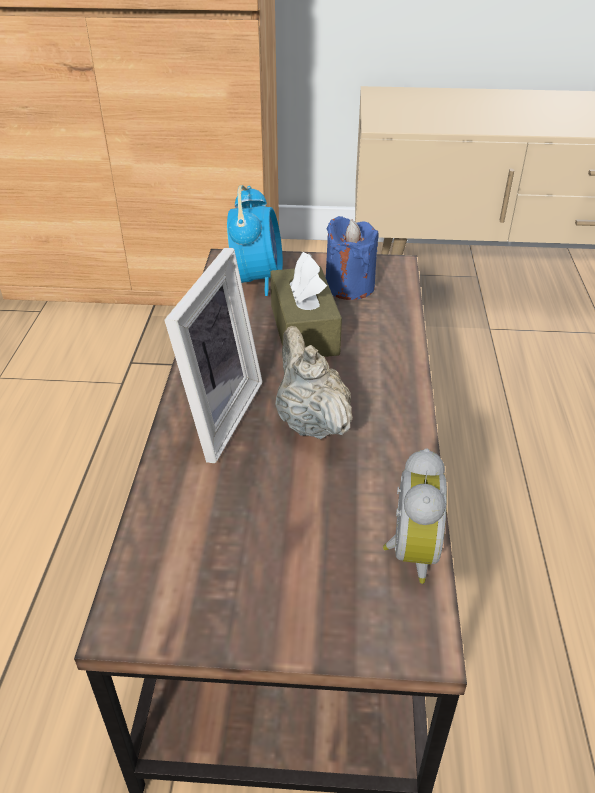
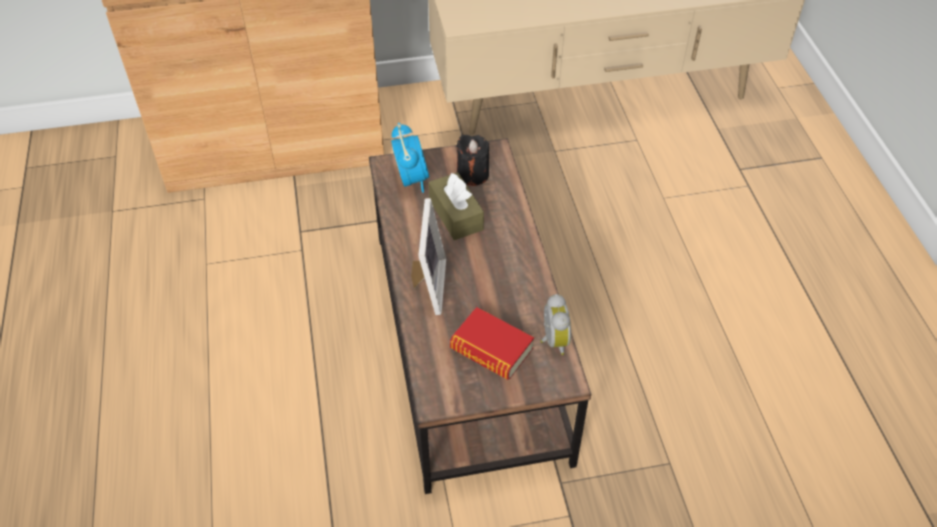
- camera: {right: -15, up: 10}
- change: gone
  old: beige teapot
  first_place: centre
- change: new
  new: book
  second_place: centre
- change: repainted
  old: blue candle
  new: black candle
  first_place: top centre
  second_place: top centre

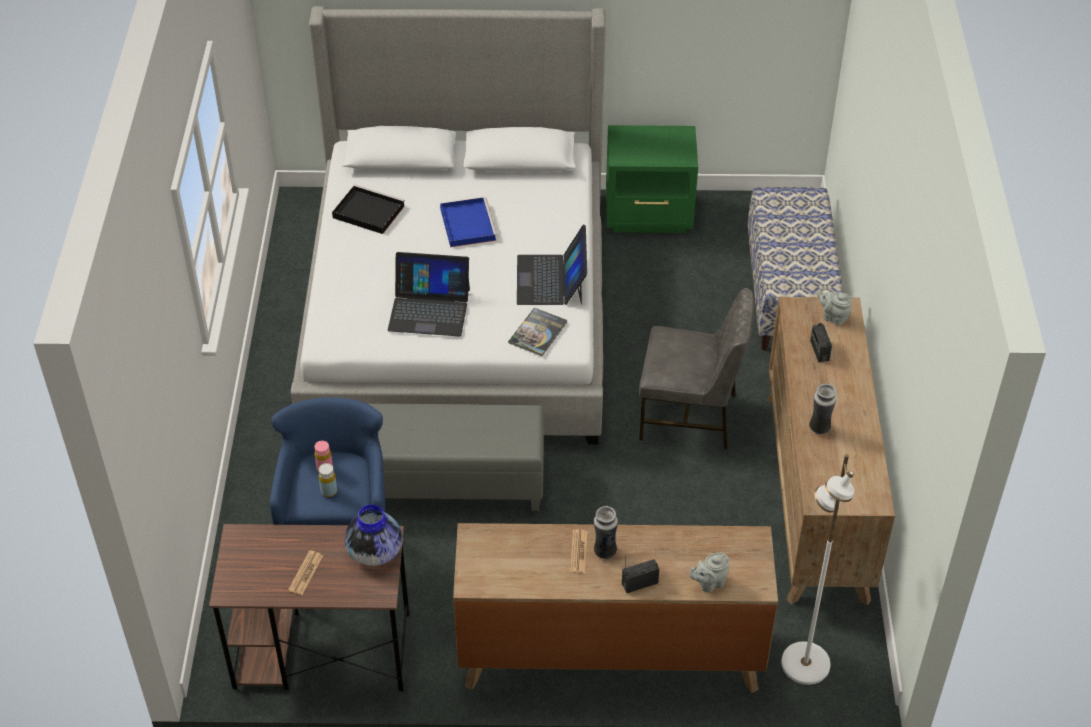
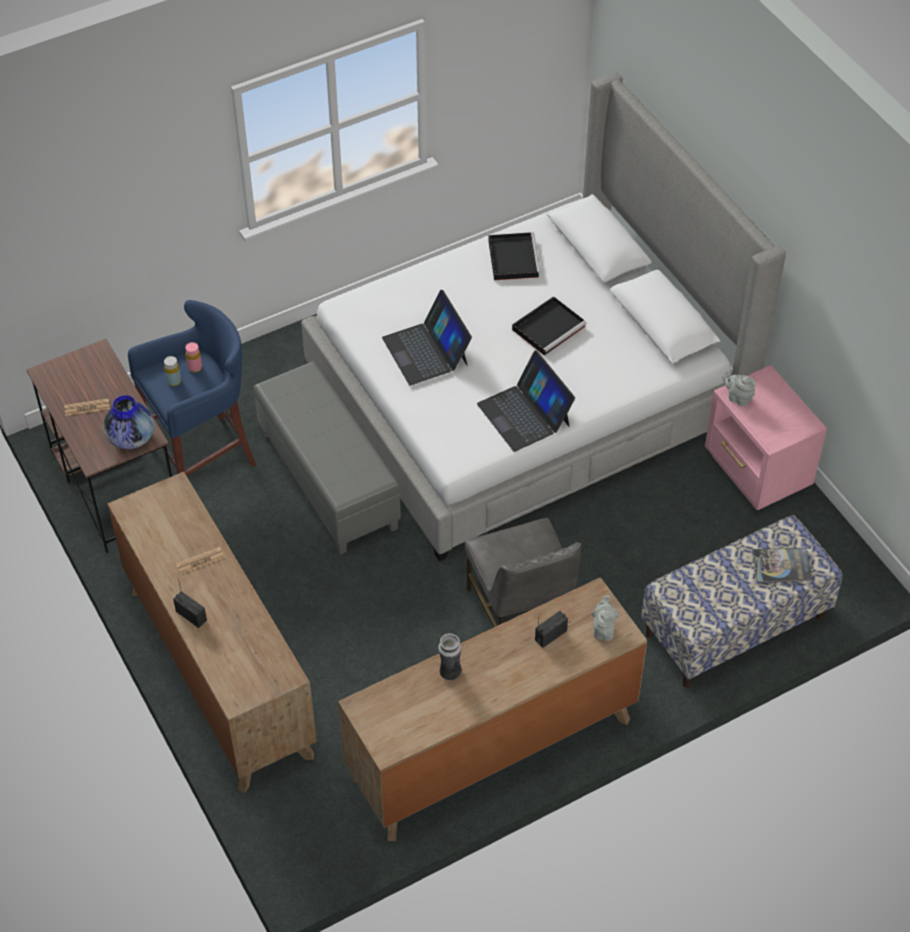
- camera: {right: 60, up: 5}
- change: gone
  old: vase (no. 2 from left)
  first_place: bottom centre
- change: gone
  old: white floor lamp
  first_place: bottom right
- change: shifted
  old: book
  first_place: centre
  second_place: middle right
- change: shifted
  old: grey teapot (no. 1 from left in the first image)
  new: grey teapot (no. 2 from left)
  first_place: bottom centre
  second_place: middle right
- change: repainted
  old: blue tray
  new: black tray (no. 2 from left)
  first_place: top centre
  second_place: centre
- change: repainted
  old: green nightstand
  new: pink nightstand
  first_place: top centre
  second_place: middle right
- change: rotated
  old: laptop (no. 2 from left)
  first_place: centre
  second_place: centre
  degrees: -90

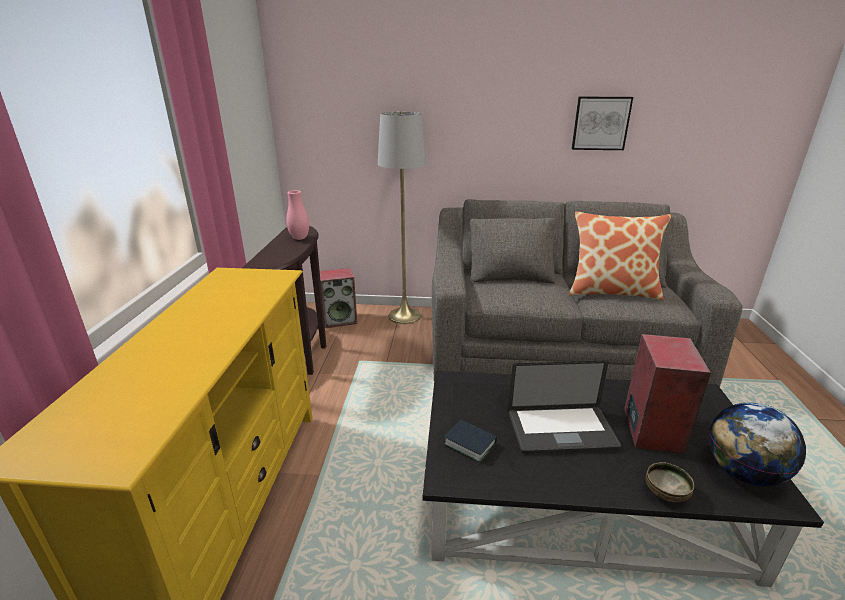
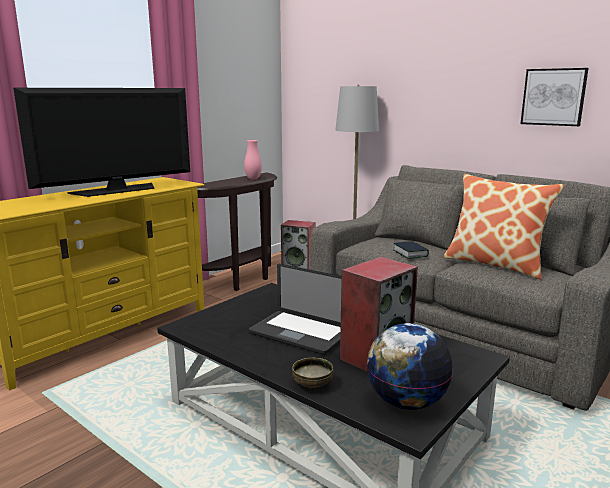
- camera: {right: 35, up: -10}
- change: new
  new: television
  second_place: top left
- change: shifted
  old: book
  first_place: bottom centre
  second_place: middle right

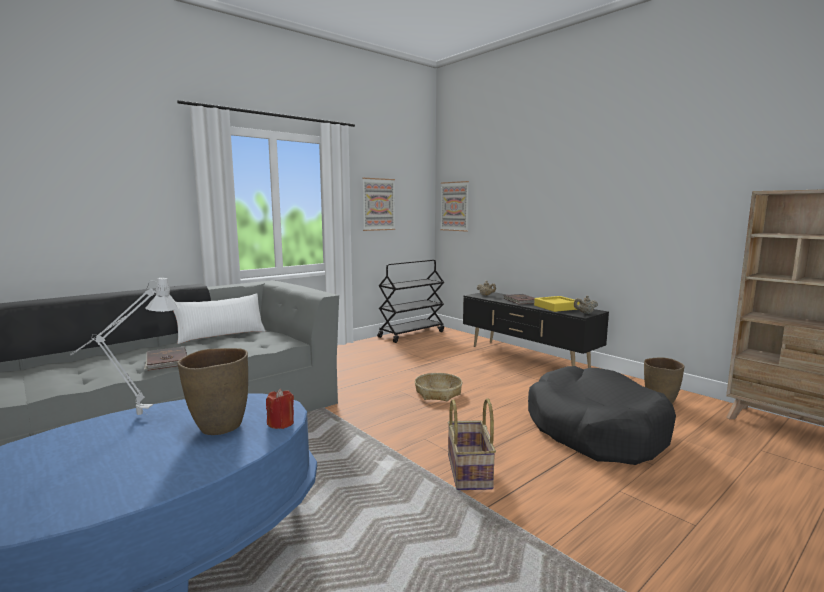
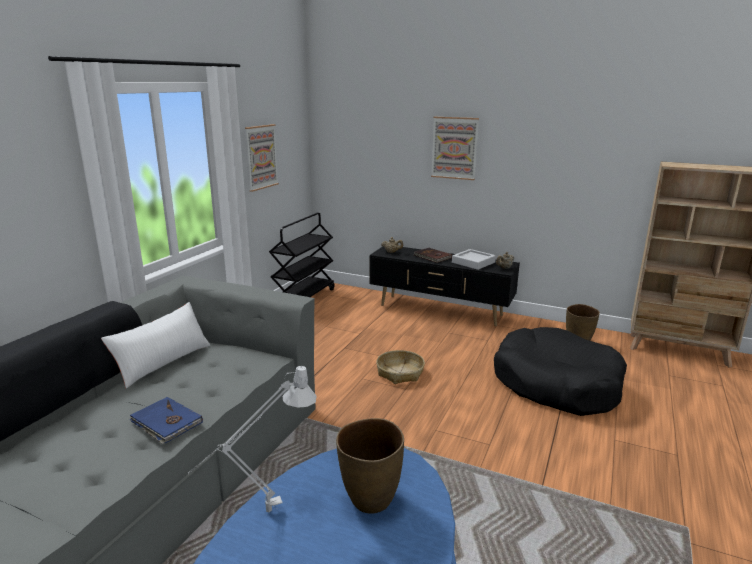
- camera: {right: -25, up: 10}
- change: gone
  old: red candle
  first_place: bottom centre
- change: gone
  old: basket (no. 2 from left)
  first_place: bottom centre
- change: shifted
  old: picture (no. 2 from left)
  first_place: centre
  second_place: top centre
- change: repainted
  old: brown book (no. 1 from left)
  new: blue book
  first_place: middle left
  second_place: bottom left
- change: repainted
  old: yellow tray
  new: grey tray
  first_place: middle right
  second_place: centre

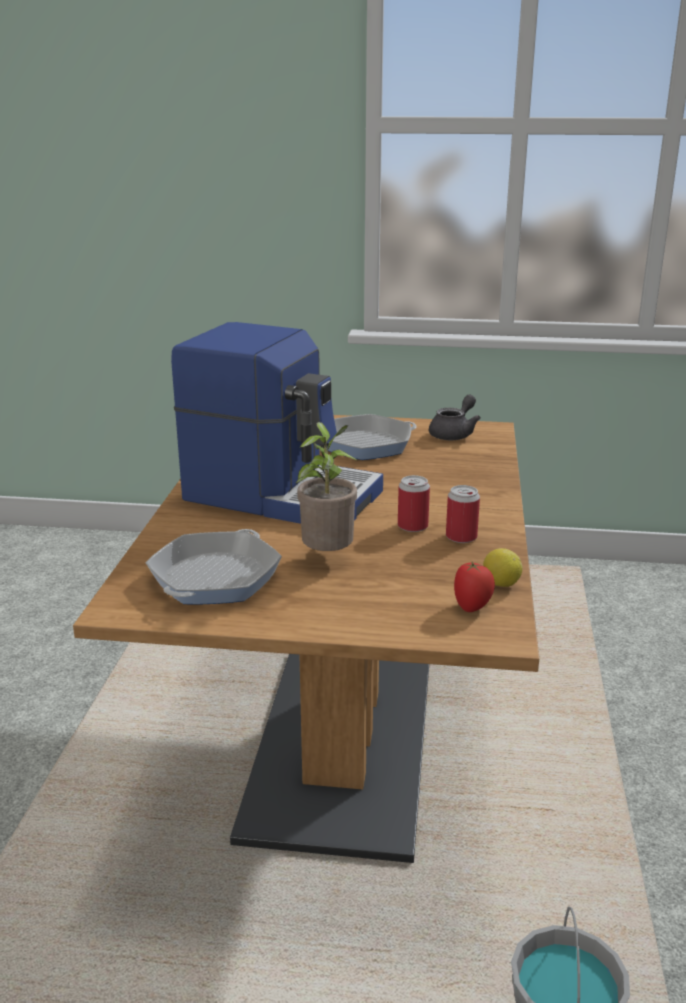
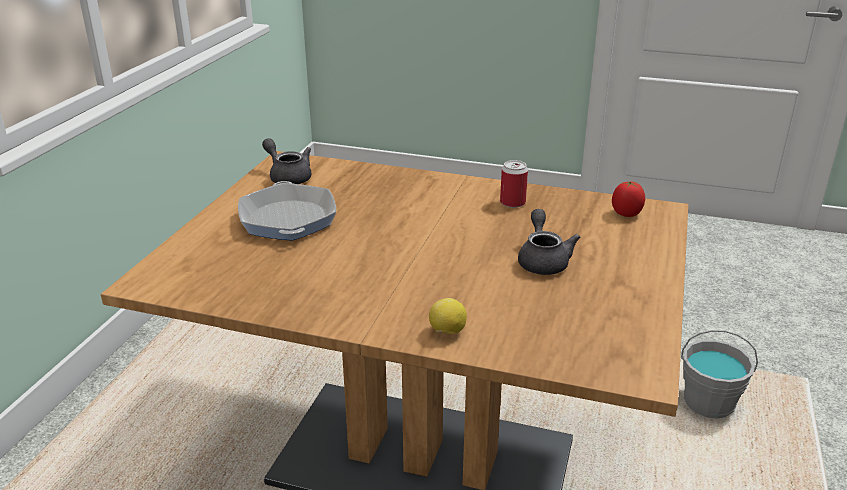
- camera: {right: -80, up: 5}
- change: gone
  old: frying pan (no. 1 from left)
  first_place: middle left
- change: gone
  old: coffee machine
  first_place: centre
- change: gone
  old: can (no. 1 from left)
  first_place: centre
- change: shifted
  old: lemon
  first_place: middle right
  second_place: centre
- change: swapped
  old: potted plant
  new: grey teapot (no. 2 from left)
  first_place: centre
  second_place: centre

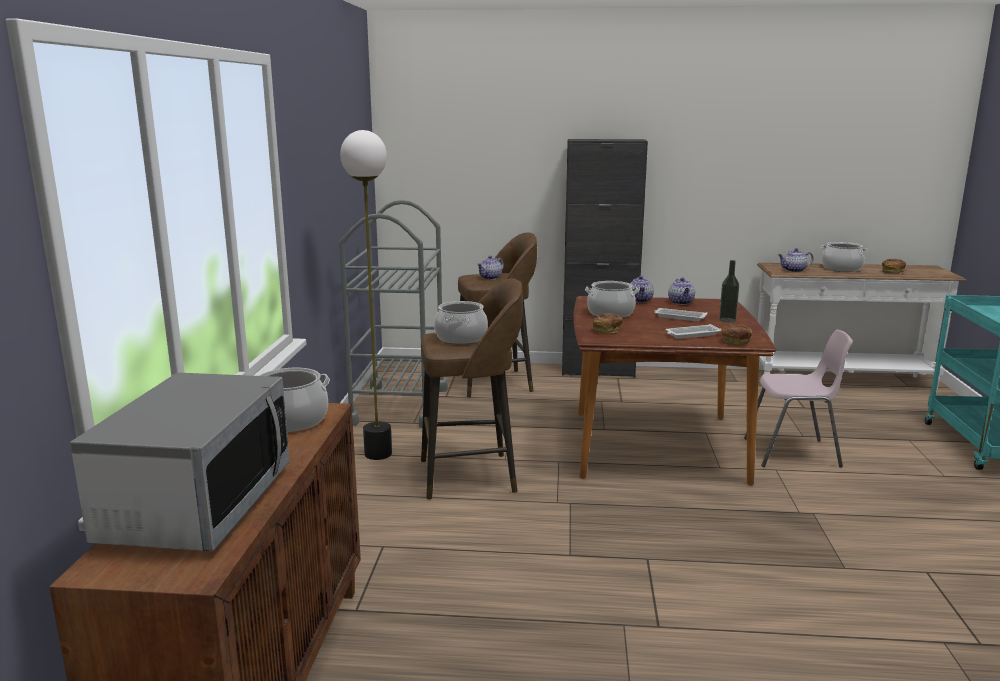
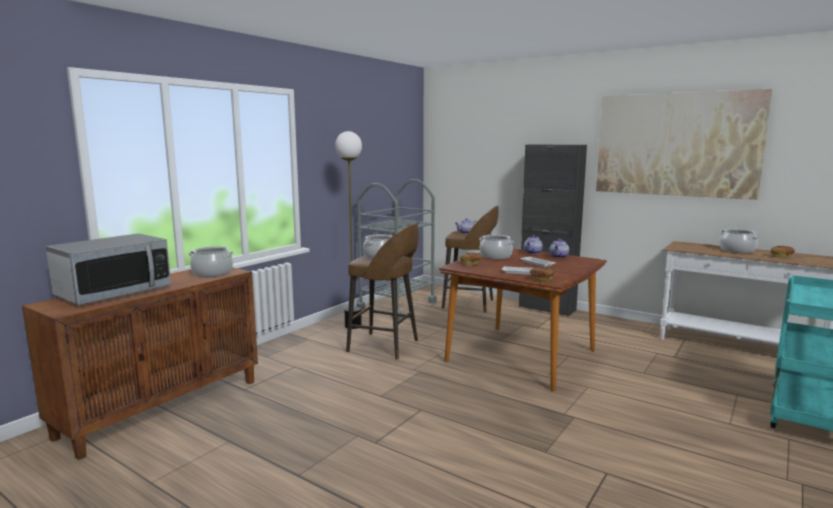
- camera: {right: 30, up: -5}
- change: gone
  old: bottle
  first_place: middle right
- change: gone
  old: pink chair
  first_place: middle right
- change: gone
  old: teapot (no. 4 from left)
  first_place: middle right
- change: new
  new: picture
  second_place: top right

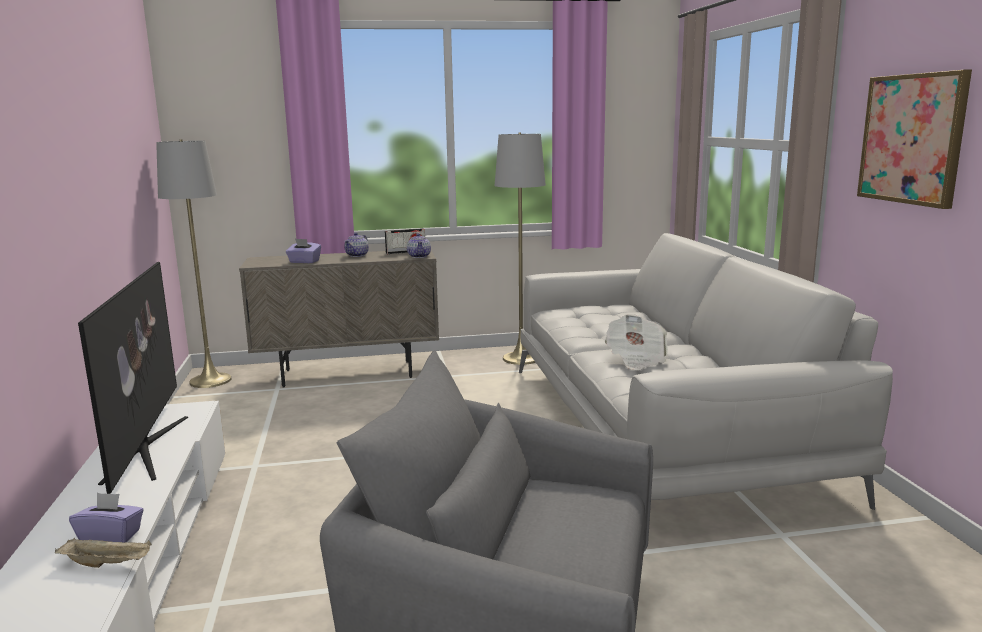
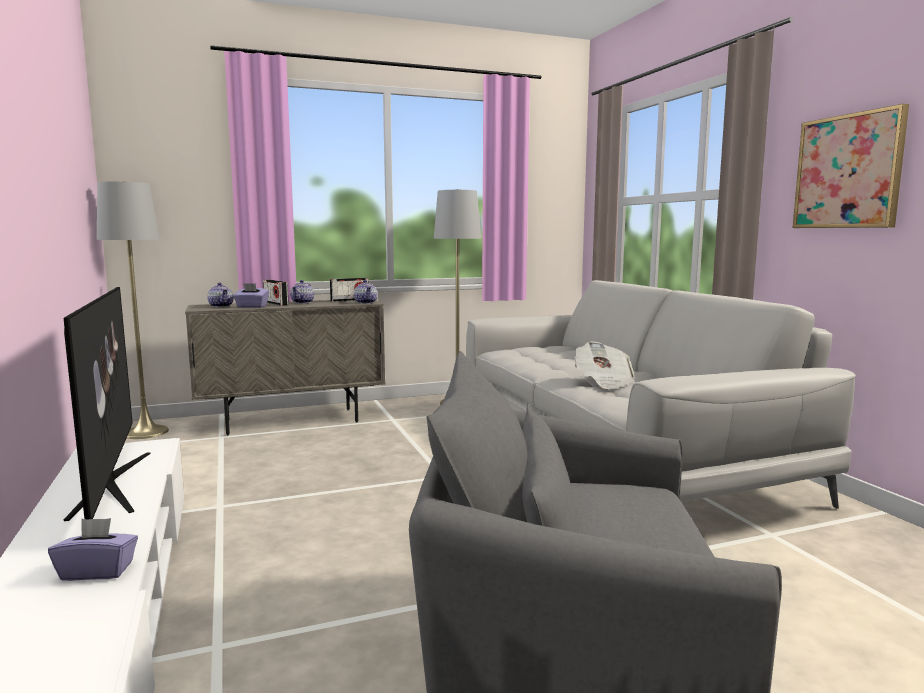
- camera: {right: -10, up: -5}
- change: gone
  old: beige tray
  first_place: bottom left
- change: new
  new: teapot (no. 1 from left)
  second_place: middle left
- change: new
  new: radio (no. 1 from left)
  second_place: middle left

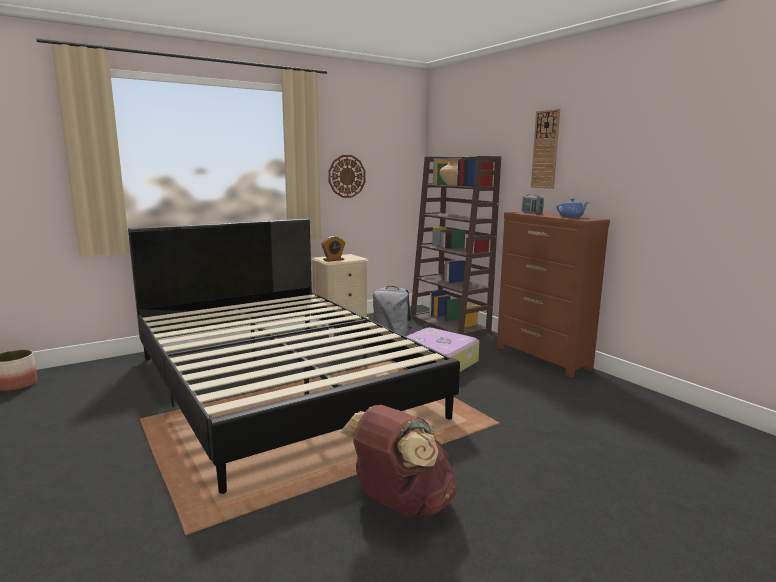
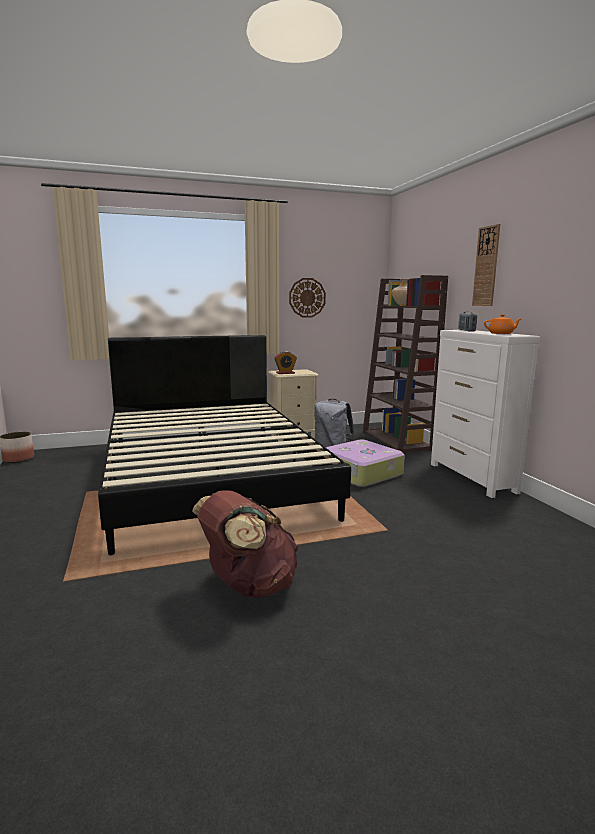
- camera: {right: 15, up: 0}
- change: repainted
  old: brown dresser
  new: white dresser
  first_place: middle right
  second_place: middle right
- change: repainted
  old: blue teapot
  new: orange teapot
  first_place: middle right
  second_place: middle right

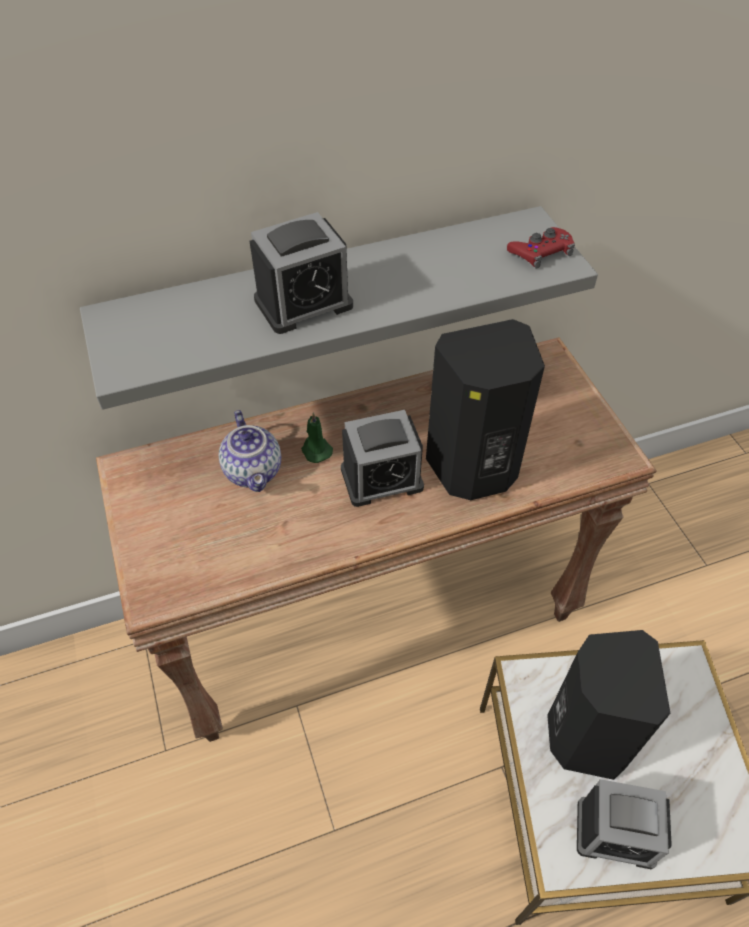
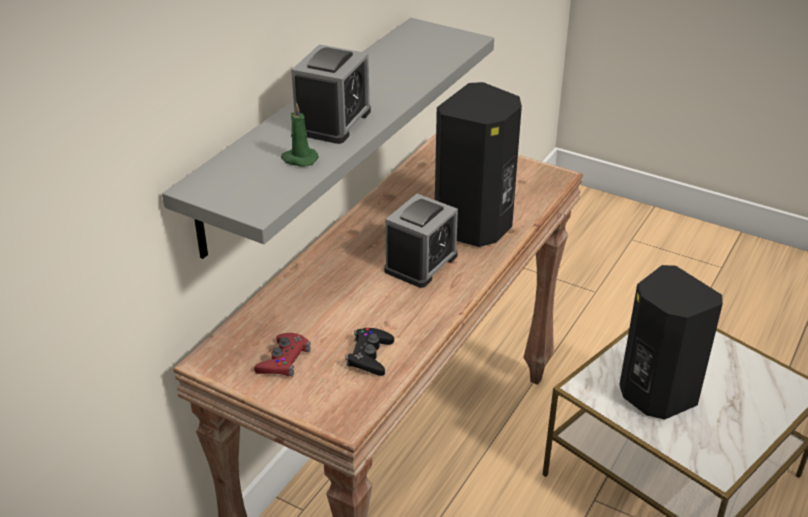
- camera: {right: -40, up: -15}
- change: gone
  old: teapot
  first_place: centre
- change: gone
  old: alarm clock (no. 3 from left)
  first_place: bottom right
- change: new
  new: black game controller
  second_place: bottom centre
- change: shifted
  old: green candle
  first_place: centre
  second_place: top centre
- change: shifted
  old: red game controller
  first_place: top right
  second_place: bottom centre

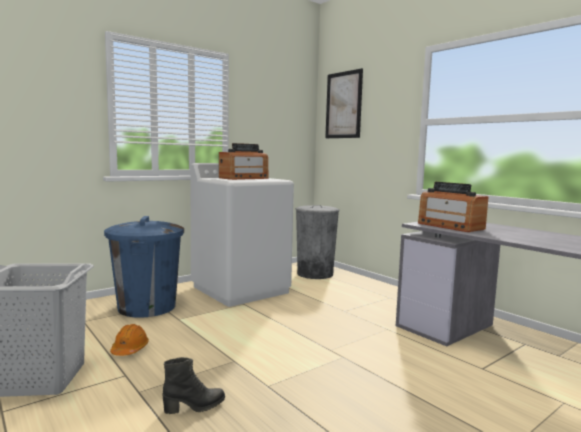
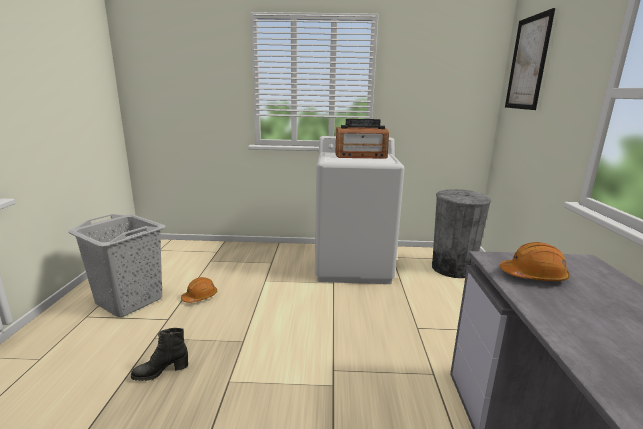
- camera: {right: 40, up: 10}
- change: gone
  old: blue trash can
  first_place: middle left
- change: swapped
  old: radio (no. 2 from left)
  new: orange hard hat (no. 2 from left)
  first_place: middle right
  second_place: middle right
- change: rotated
  old: black boot
  first_place: bottom centre
  second_place: bottom left
  degrees: 135

